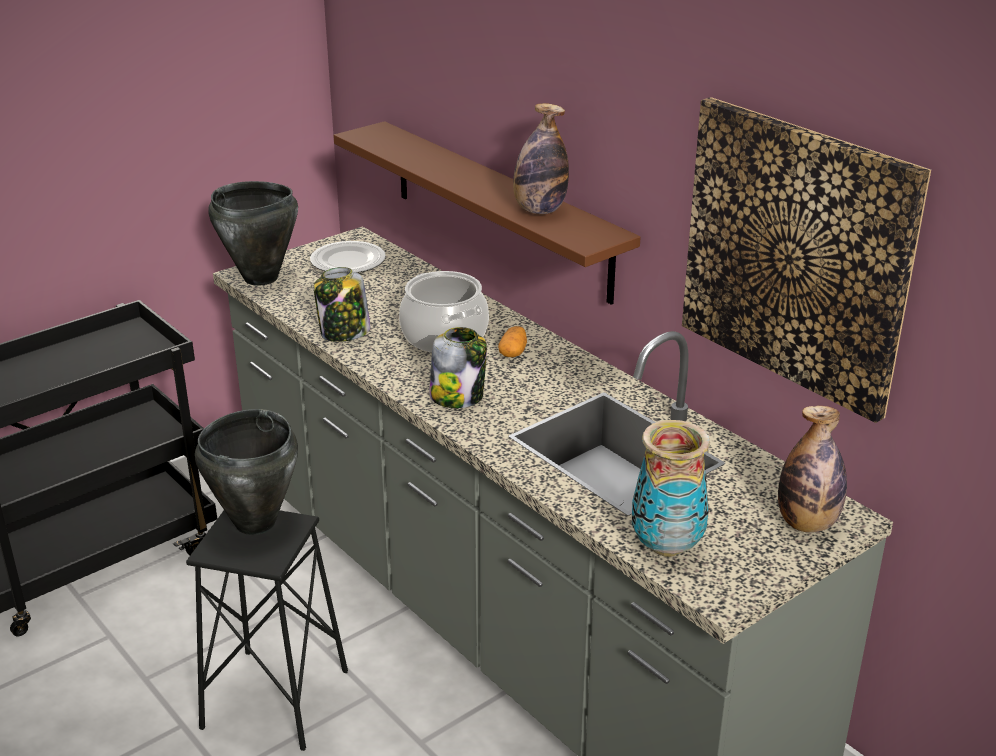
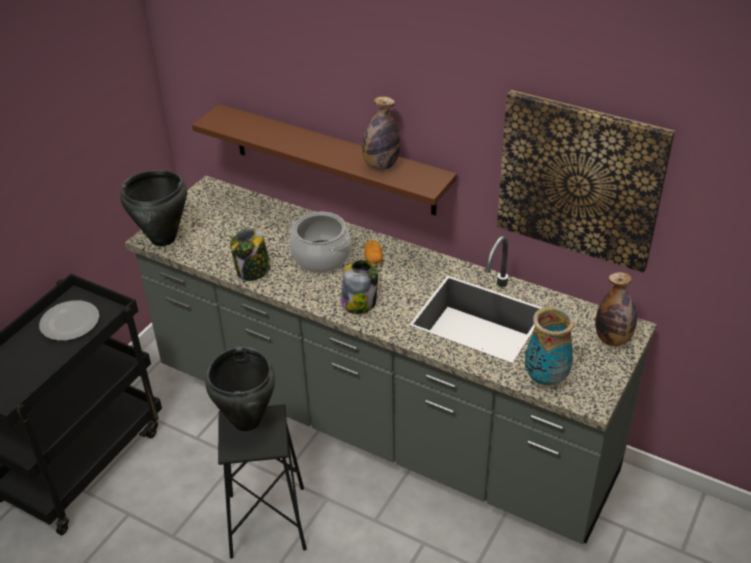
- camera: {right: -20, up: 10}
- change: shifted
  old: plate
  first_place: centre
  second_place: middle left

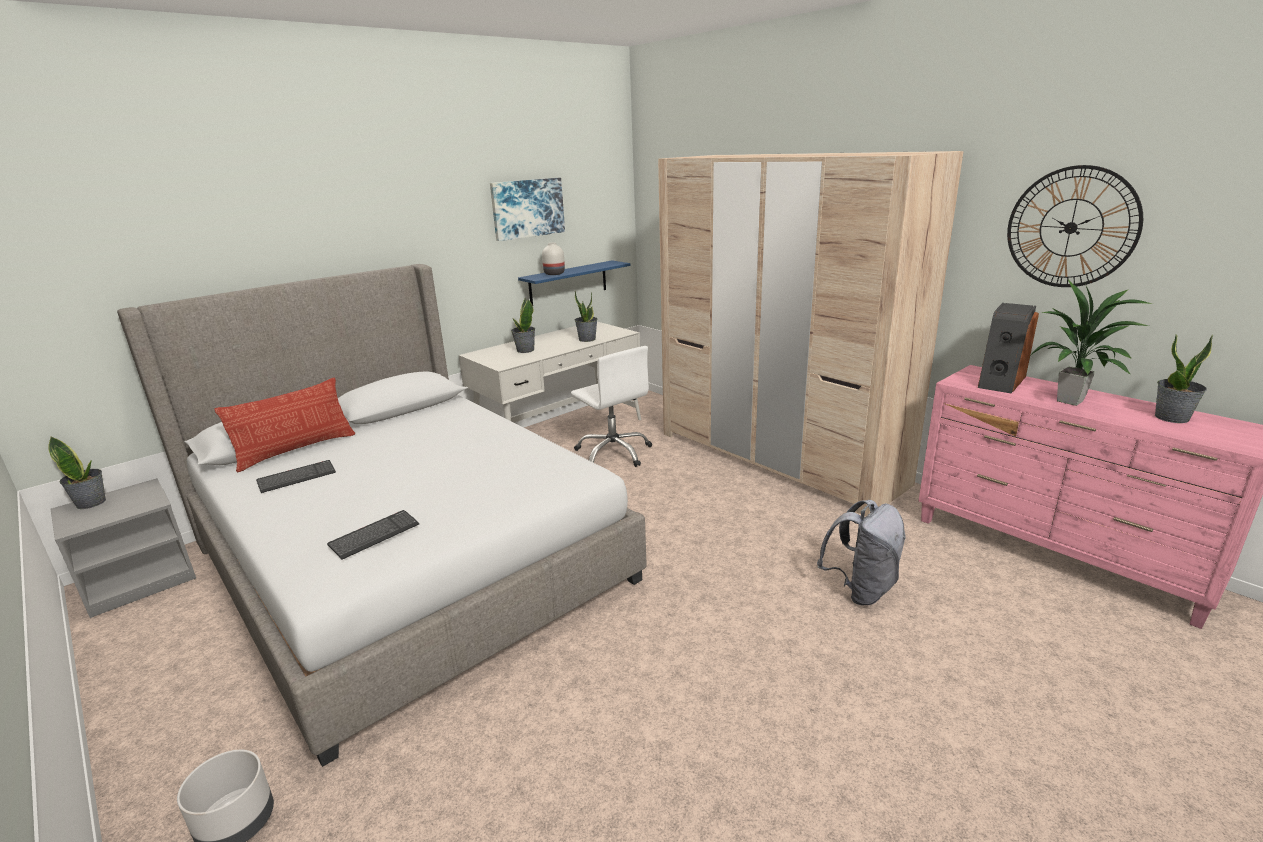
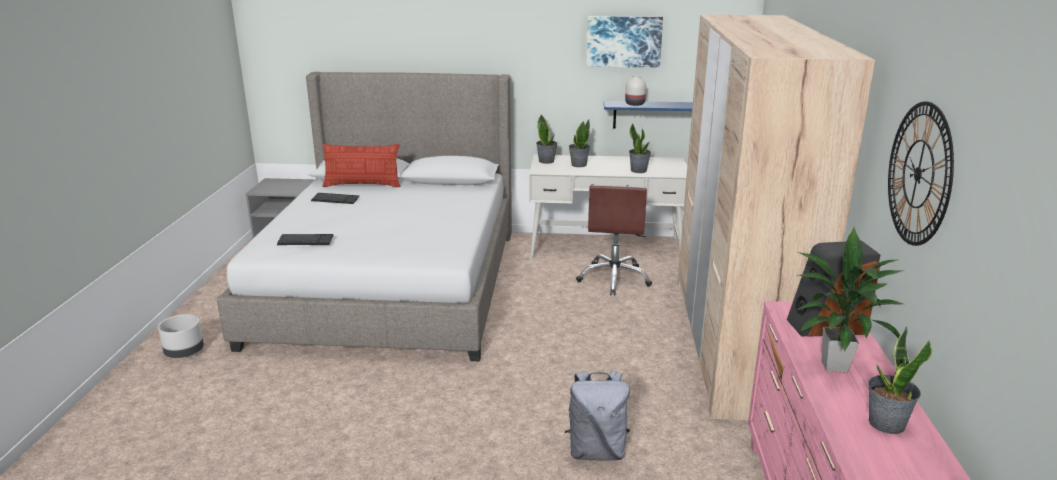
- camera: {right: 45, up: 0}
- change: shifted
  old: potted plant (no. 1 from left)
  first_place: middle left
  second_place: top centre
- change: repainted
  old: white office chair
  new: brown office chair
  first_place: centre
  second_place: centre

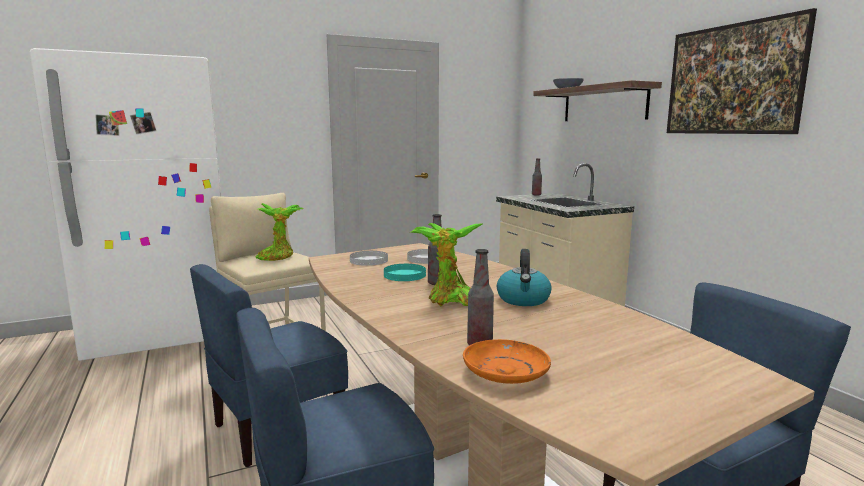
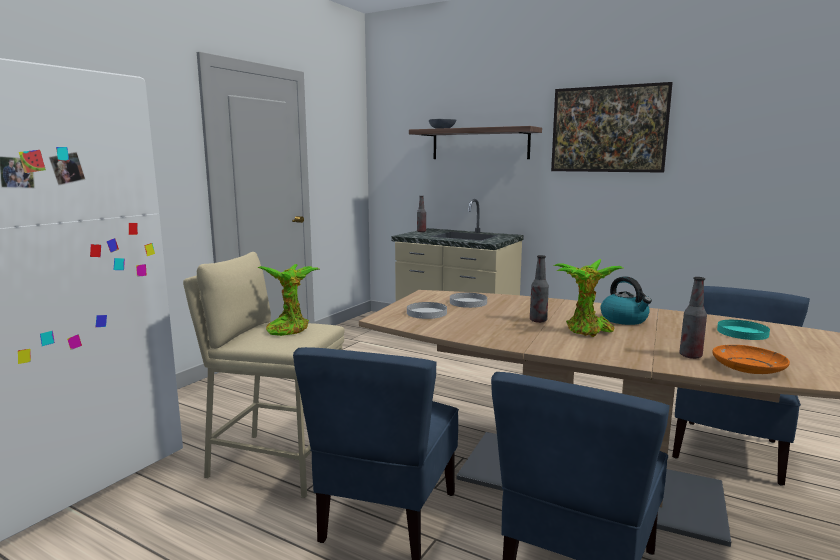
- camera: {right: -35, up: 0}
- change: shifted
  old: turquoise plate
  first_place: centre
  second_place: middle right

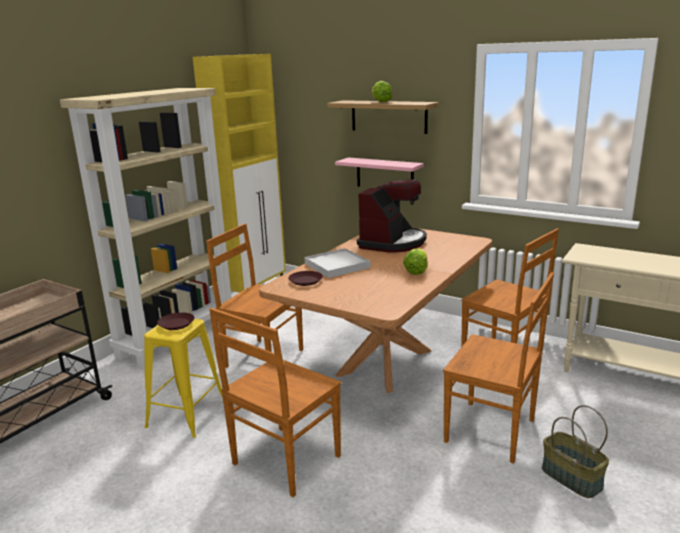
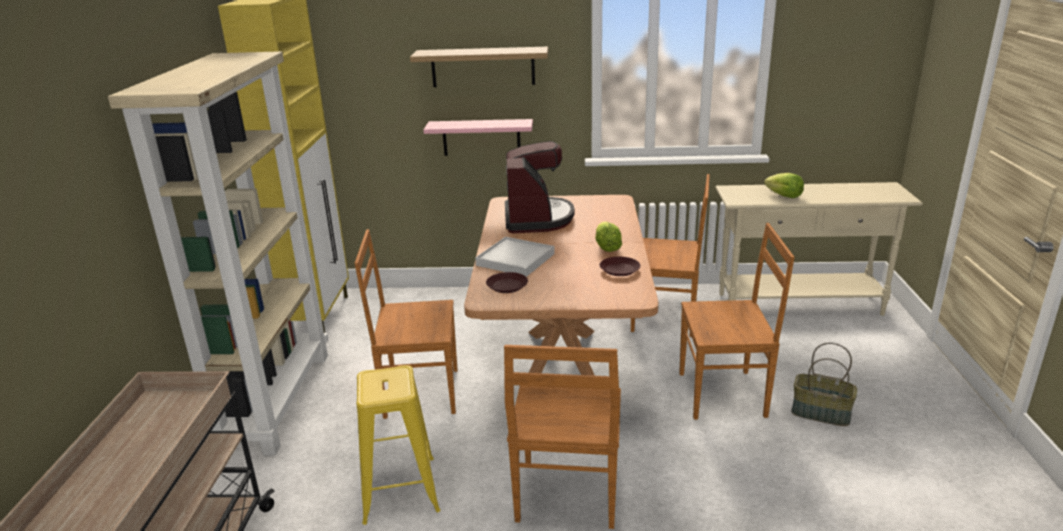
- camera: {right: -30, up: 5}
- change: shifted
  old: brown plate (no. 1 from left in the first image)
  new: brown plate (no. 2 from left)
  first_place: middle left
  second_place: centre
- change: shifted
  old: lettuce (no. 1 from left in the first image)
  new: lettuce (no. 2 from left)
  first_place: top centre
  second_place: middle right

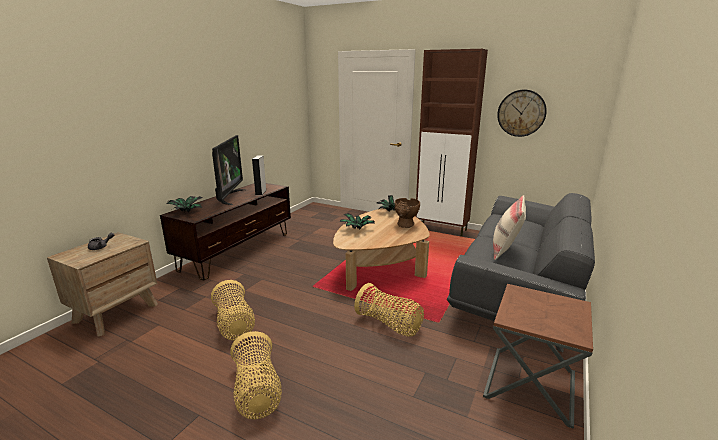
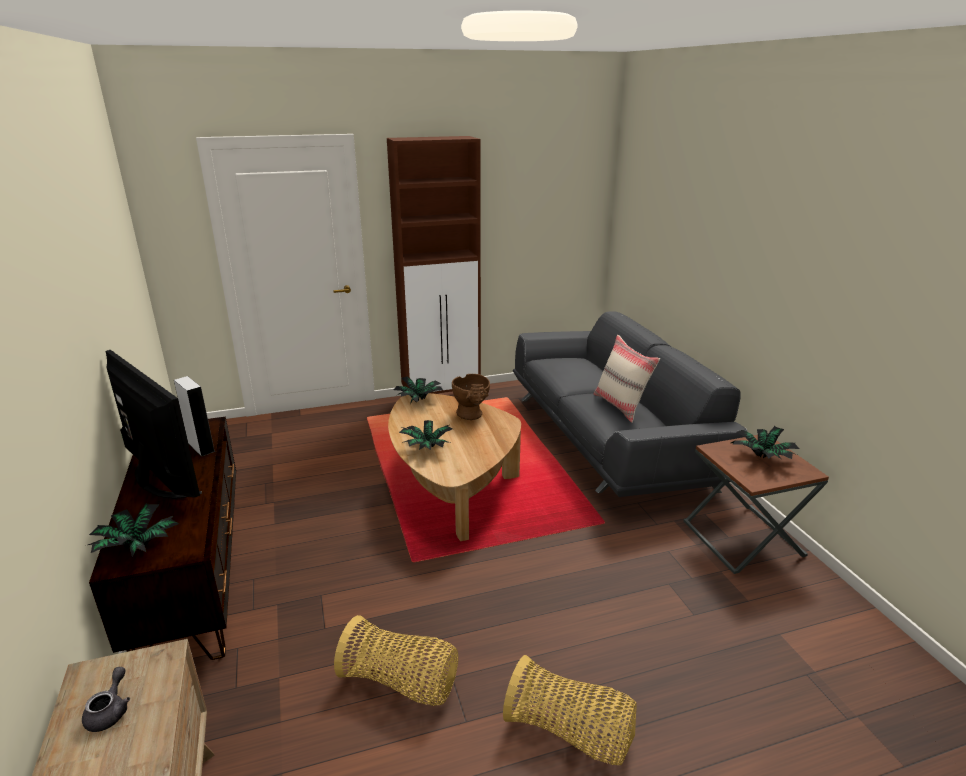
- camera: {right: -45, up: 5}
- change: gone
  old: basket (no. 3 from left)
  first_place: bottom centre
- change: gone
  old: wall clock
  first_place: top right
- change: new
  new: potted plant (no. 4 from left)
  second_place: middle right

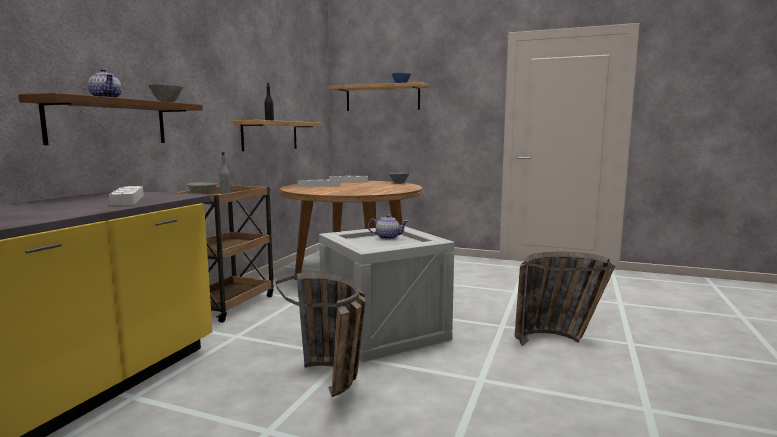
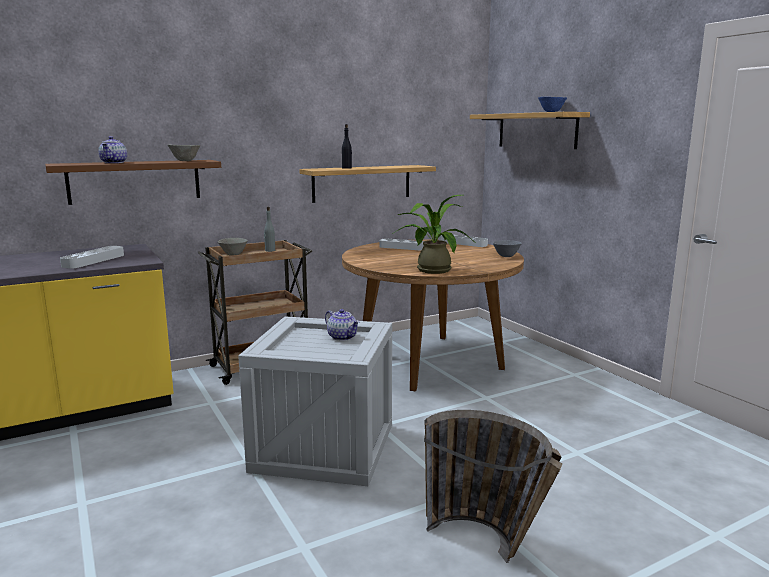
- camera: {right: 40, up: 5}
- change: gone
  old: basket (no. 1 from left)
  first_place: bottom centre
- change: new
  new: potted plant
  second_place: centre

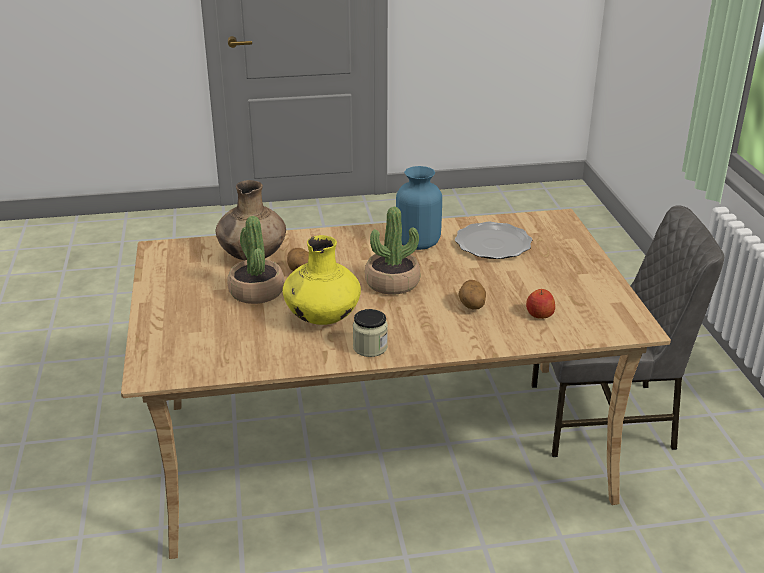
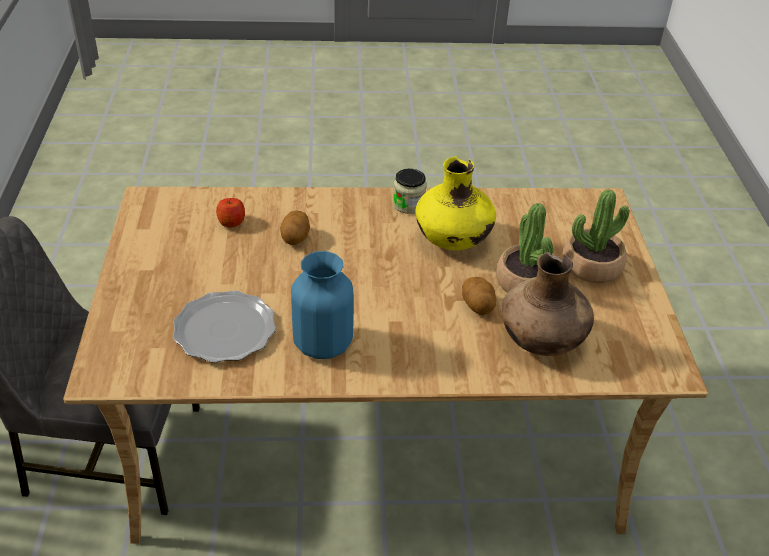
- camera: {right: -175, up: 10}
- change: shifted
  old: potted plant (no. 2 from left)
  first_place: centre
  second_place: middle right

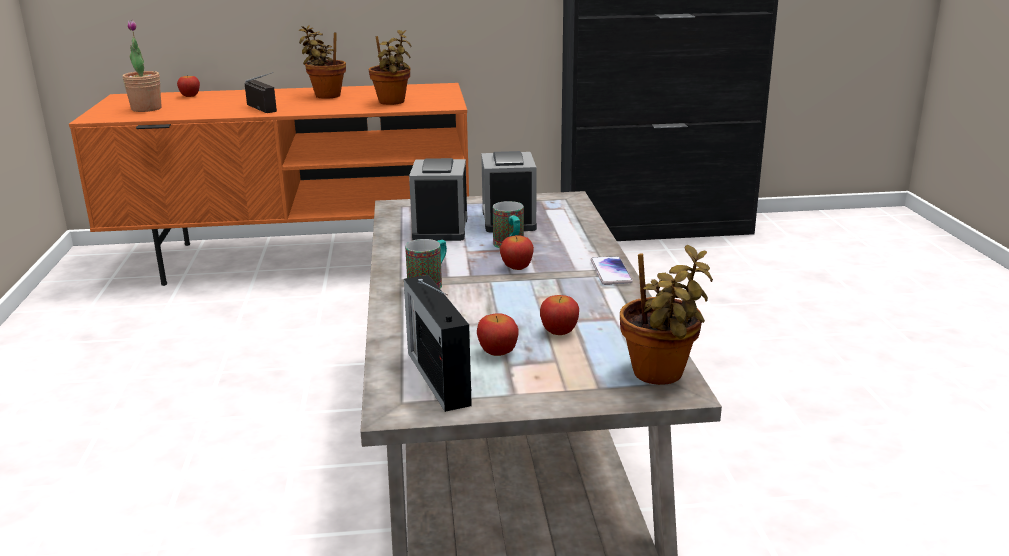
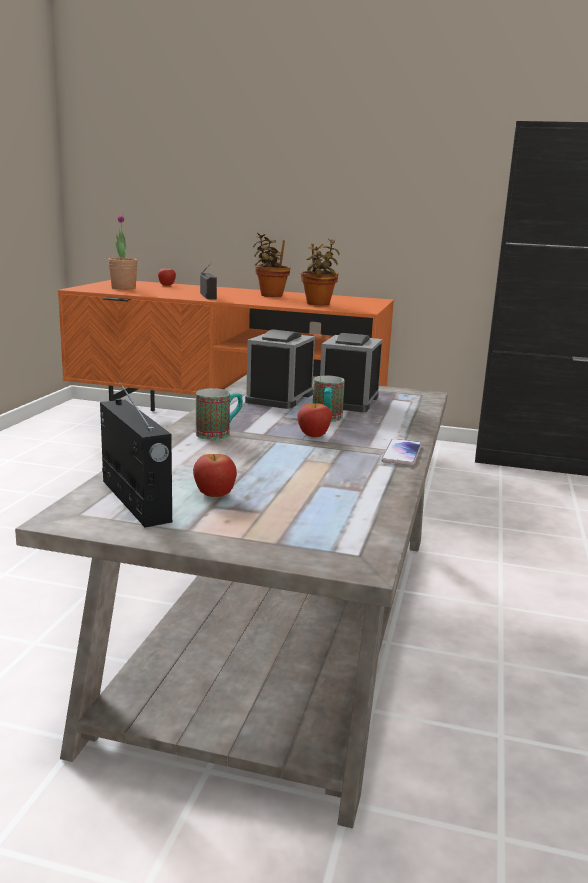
- camera: {right: 20, up: -5}
- change: gone
  old: apple (no. 4 from left)
  first_place: centre
- change: gone
  old: potted plant (no. 4 from left)
  first_place: centre
- change: rotated
  old: radio (no. 2 from left in the first image)
  first_place: centre
  second_place: middle left
  degrees: 150

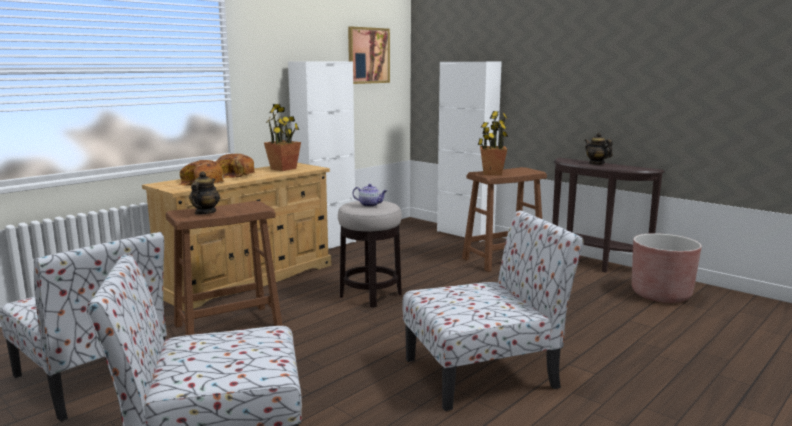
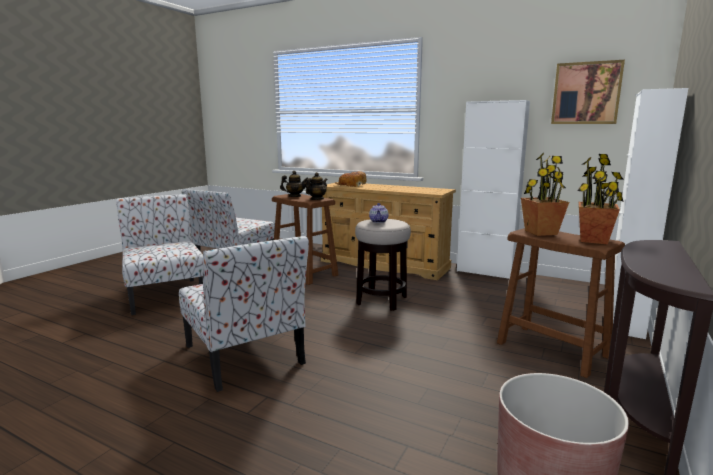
- camera: {right: 75, up: 0}
- change: gone
  old: bread (no. 2 from left)
  first_place: middle left
- change: shifted
  old: potted plant (no. 1 from left in the first image)
  new: potted plant (no. 2 from left)
  first_place: top centre
  second_place: middle right
- change: shifted
  old: teapot (no. 3 from left in the first image)
  new: teapot (no. 2 from left)
  first_place: middle right
  second_place: centre

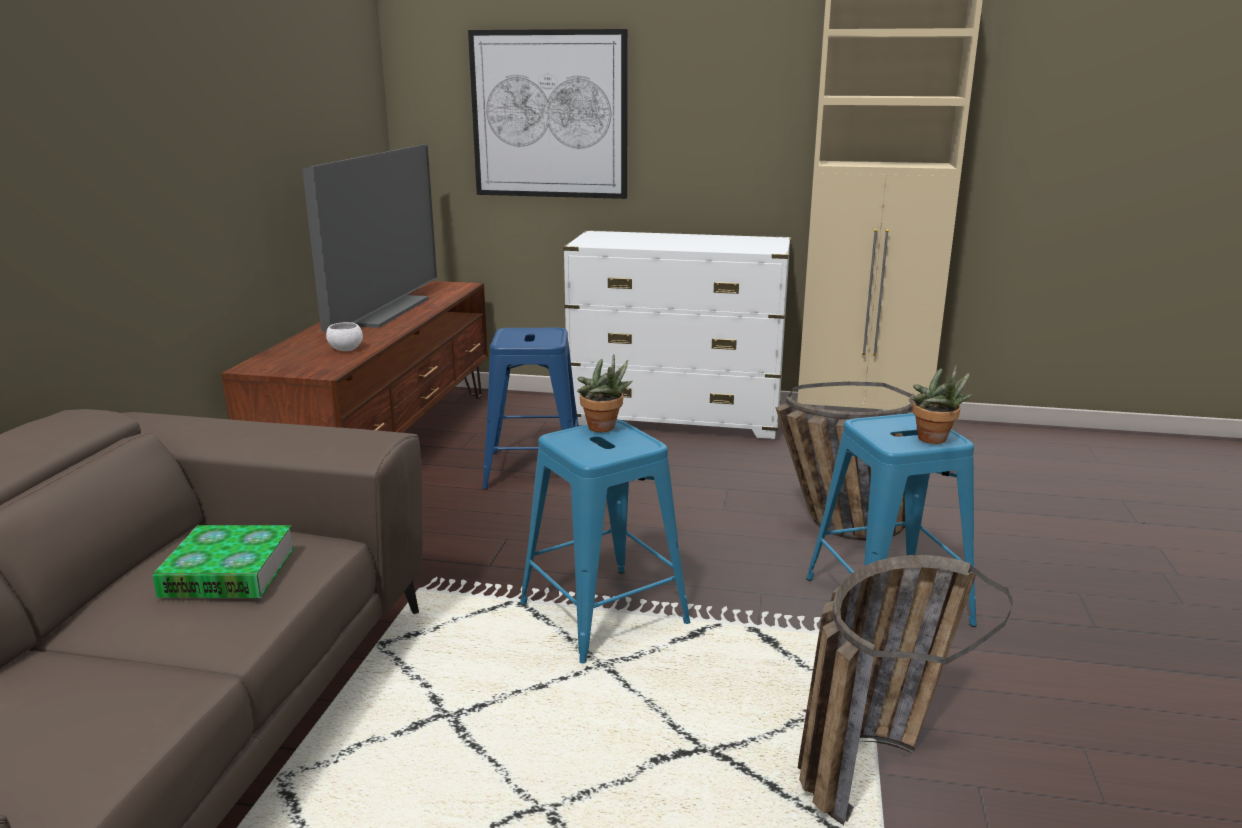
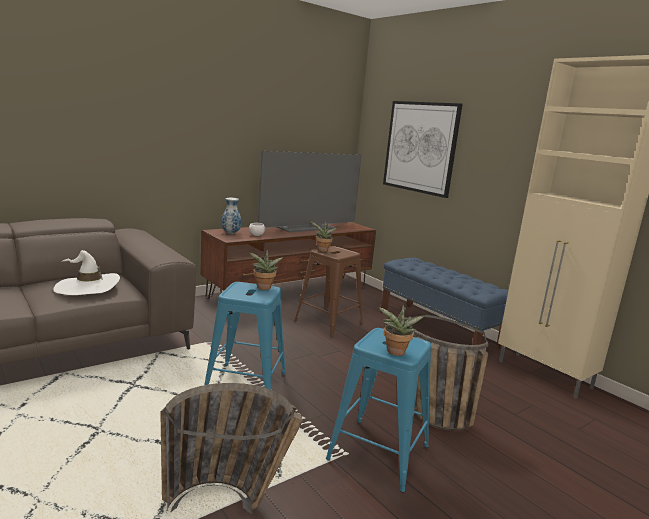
- camera: {right: 40, up: -5}
- change: new
  new: vase
  second_place: centre
- change: new
  new: potted plant (no. 2 from left)
  second_place: centre
- change: swapped
  old: book
  new: white hat
  first_place: bottom left
  second_place: middle left
- change: swapped
  old: white dresser
  new: blue bench
  first_place: centre
  second_place: middle right
- change: repainted
  old: blue stool (no. 1 from left)
  new: brown stool
  first_place: centre
  second_place: centre

